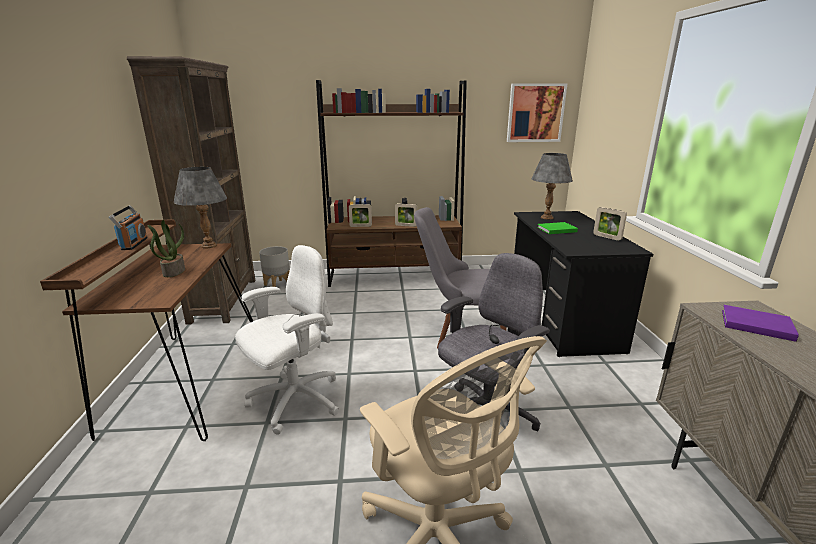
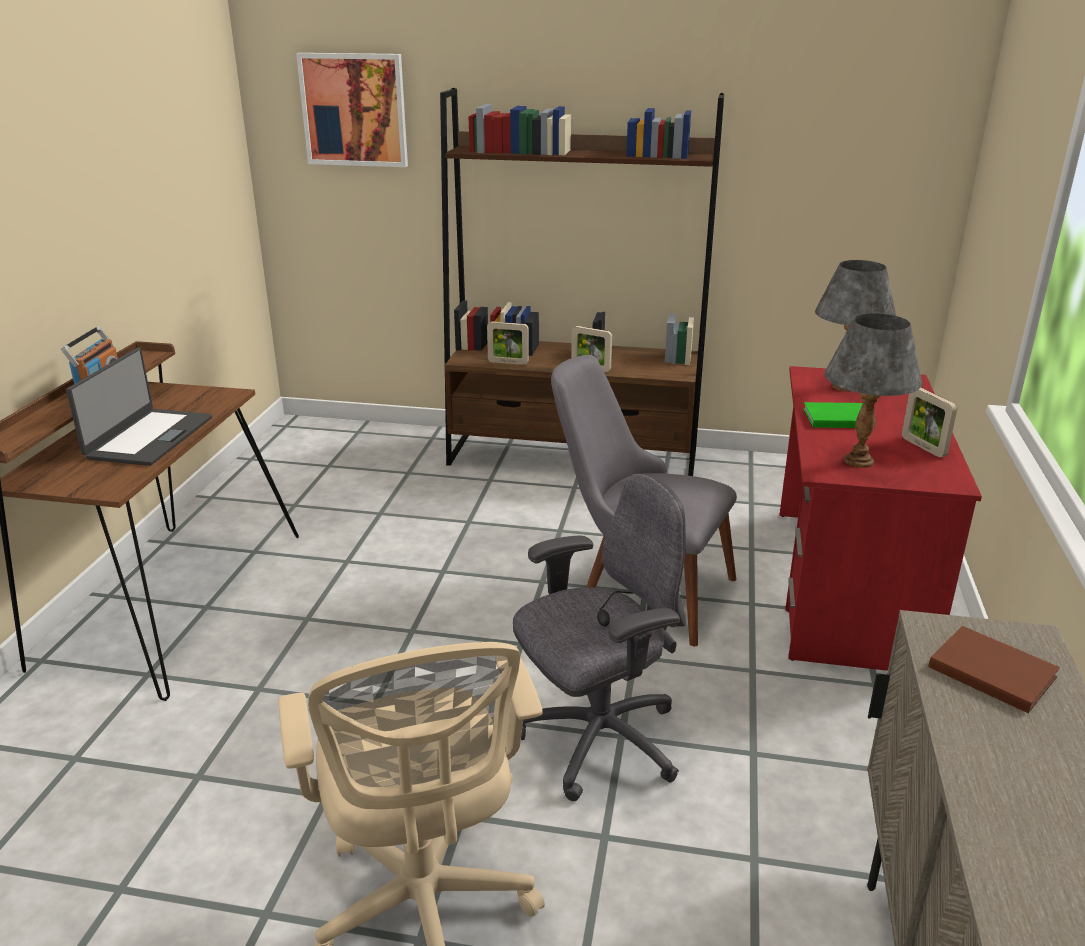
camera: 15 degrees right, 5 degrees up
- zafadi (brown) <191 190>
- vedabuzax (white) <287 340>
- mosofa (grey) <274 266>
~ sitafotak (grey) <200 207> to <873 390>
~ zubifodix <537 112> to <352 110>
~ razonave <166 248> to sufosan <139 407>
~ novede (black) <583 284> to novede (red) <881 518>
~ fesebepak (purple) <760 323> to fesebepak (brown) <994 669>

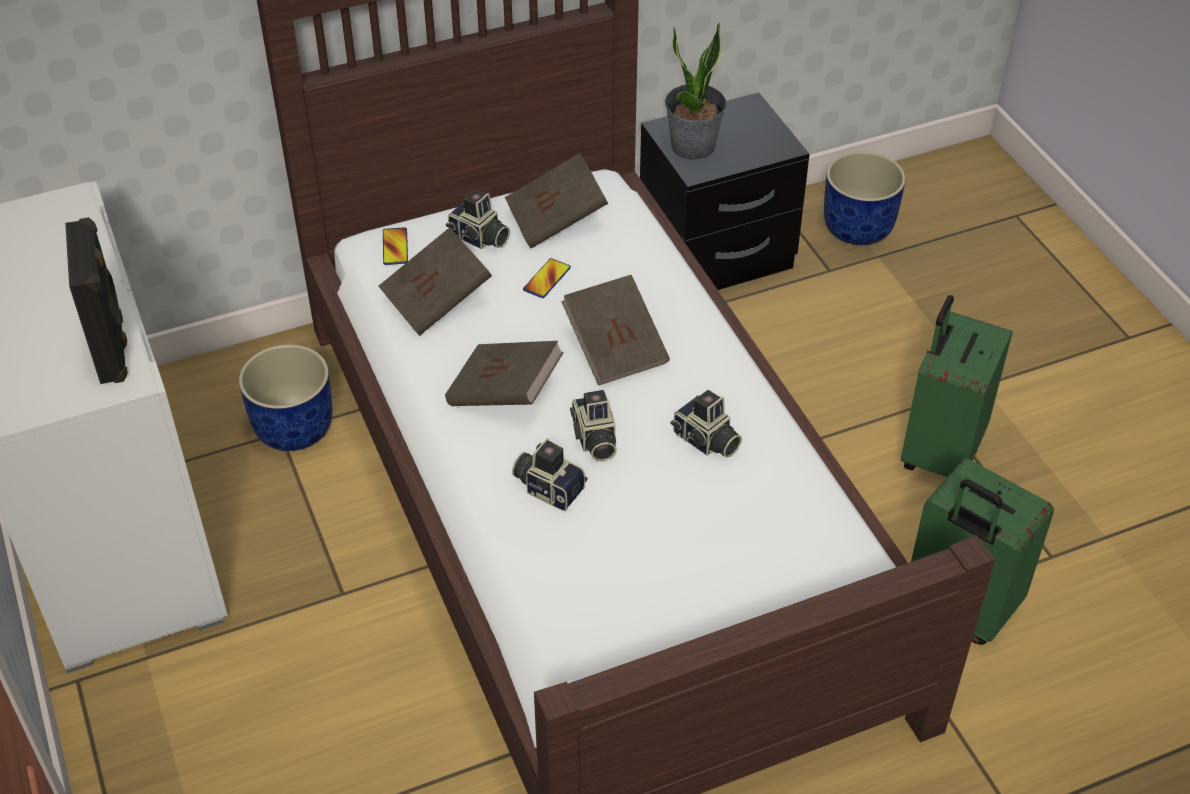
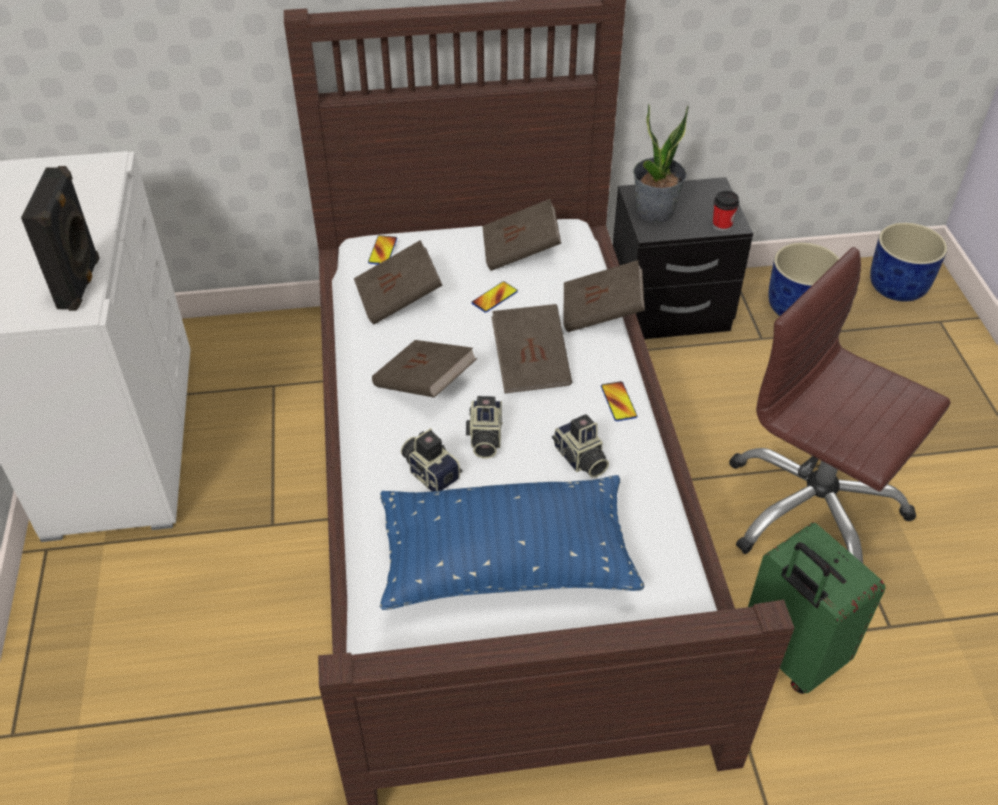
camera: 15 degrees right, 0 degrees up
- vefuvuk <478 219>
+ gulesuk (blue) <512 542>
+ fesebepak (brown) <604 296>
+ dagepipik <619 401>
+ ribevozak <726 211>
~ mosofa (blue) <285 397> to <908 262>
~ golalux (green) <956 386> to vedabuzax (brown) <839 405>

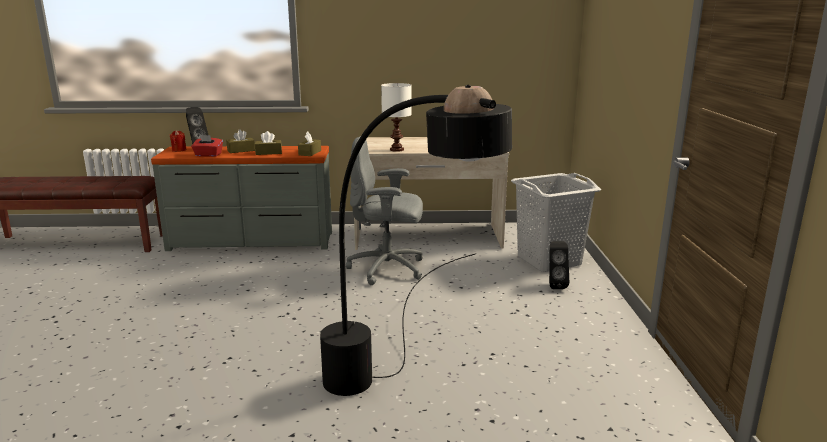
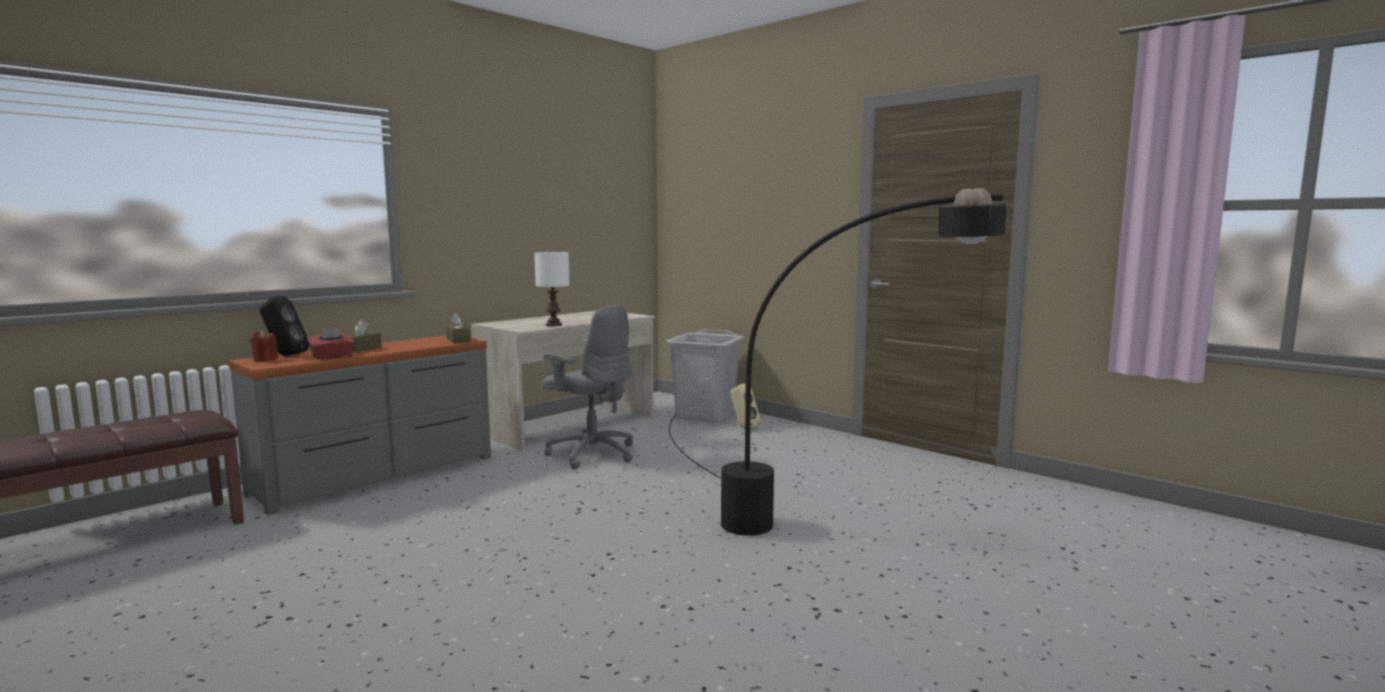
camera: 45 degrees left, 10 degrees down
- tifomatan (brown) <268 143>
~ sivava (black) <559 265> to sivava (beige) <745 406>
~ vedabuzax (grey) <384 210> = <587 386> 105 degrees counterclockwise

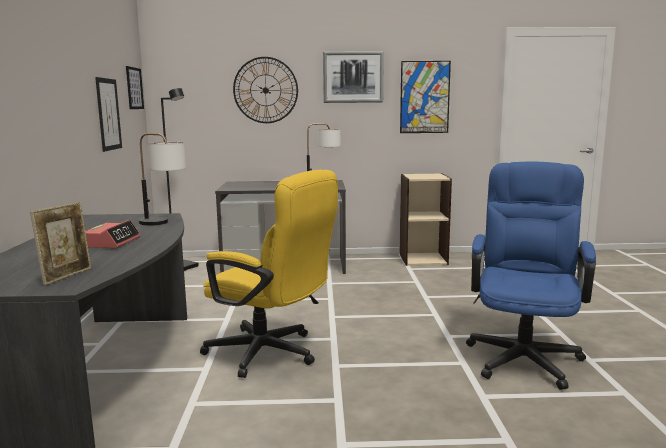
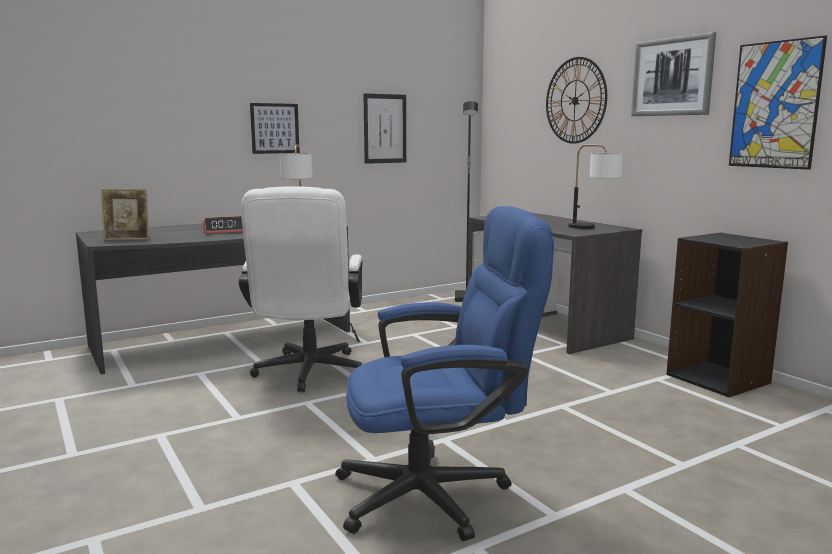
camera: 60 degrees right, 0 degrees up
~ zubifodix <135 87> to <274 128>
~ vedabuzax (yellow) <269 274> to vedabuzax (white) <300 289>
~ zafadi (beige) <426 219> to zafadi (black) <727 315>

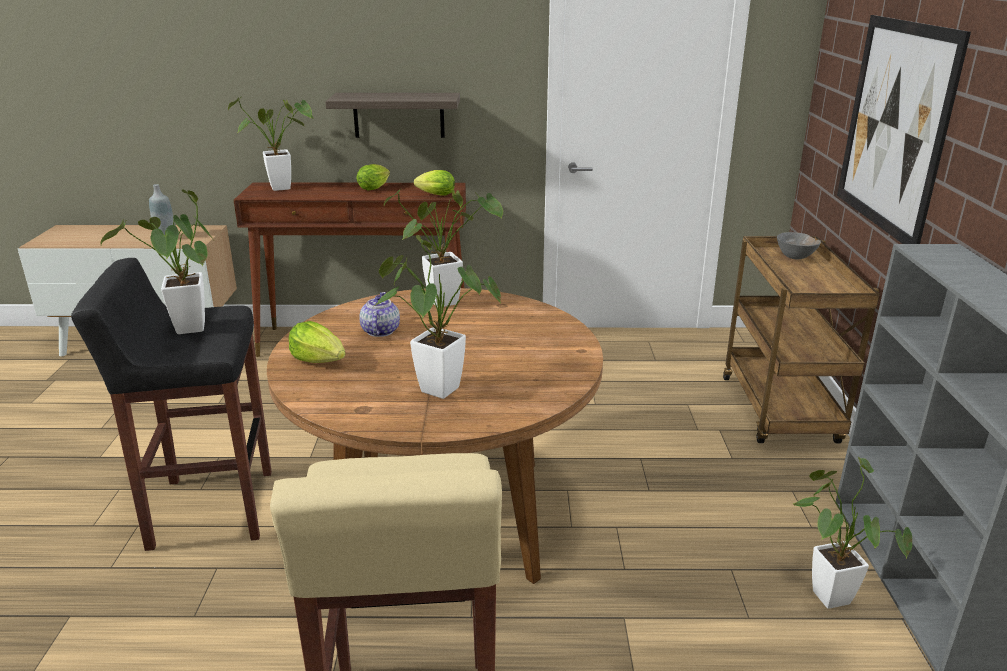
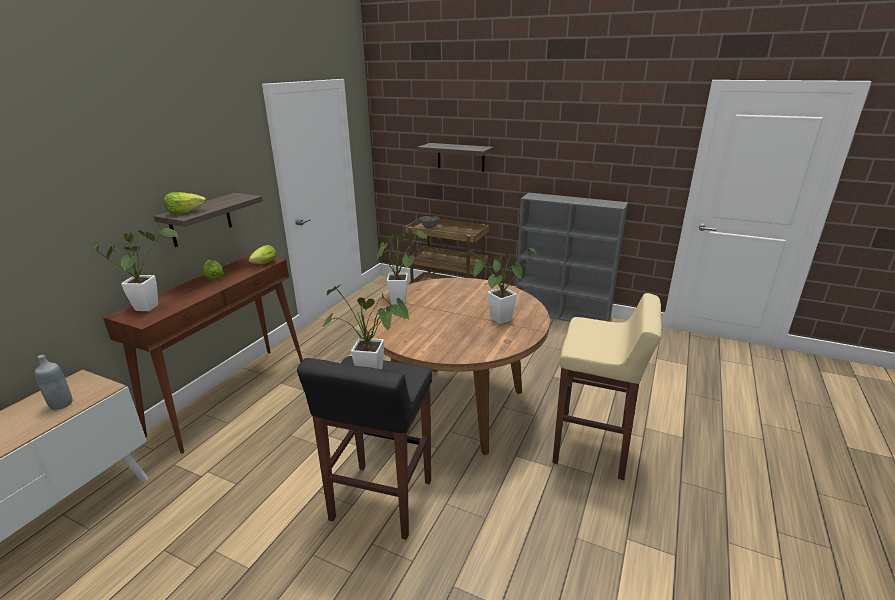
camera: 65 degrees left, 0 degrees up
- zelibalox <379 314>
- razonave <852 533>
~ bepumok <317 342> to <185 203>
~ zubifodix <904 129> to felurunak <455 157>

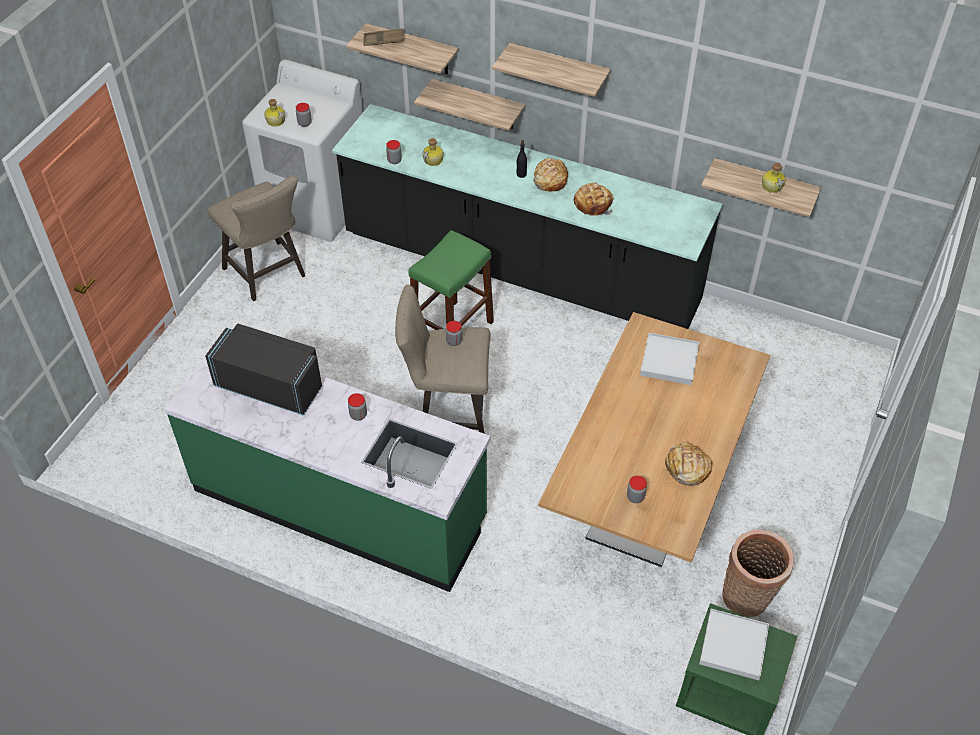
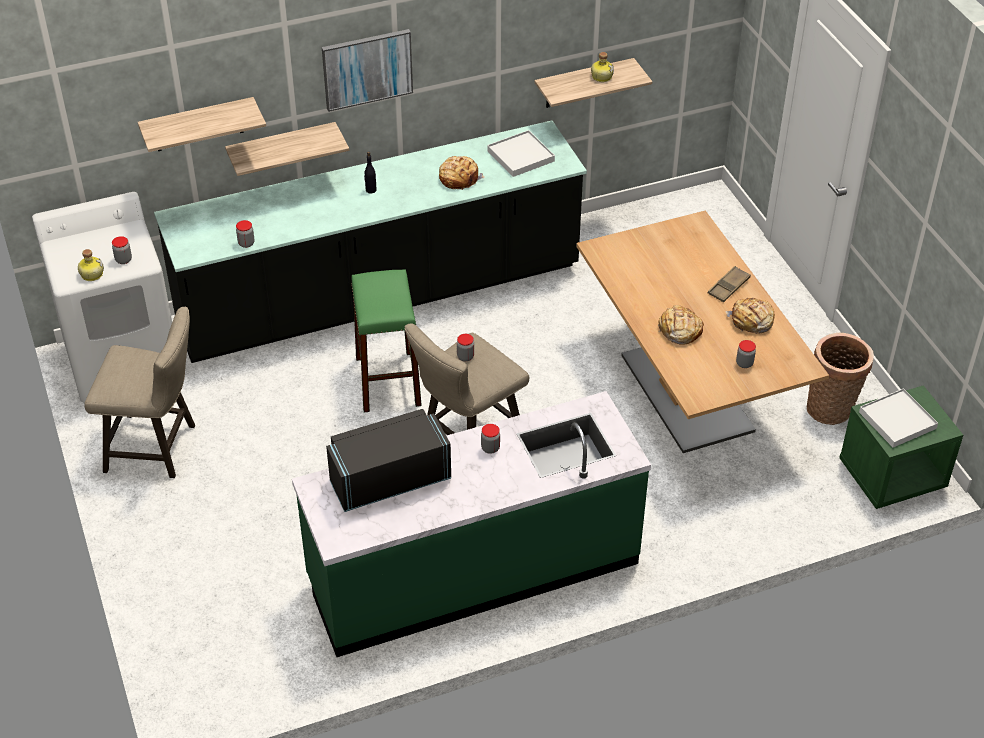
camera: 45 degrees left, 5 degrees down
- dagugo <433 152>
~ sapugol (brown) <384 37> to <729 284>
~ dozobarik <550 174> to <681 325>
~ sapugol (white) <669 359> to <521 153>
~ felurunak <551 70> to zubifodix <367 70>

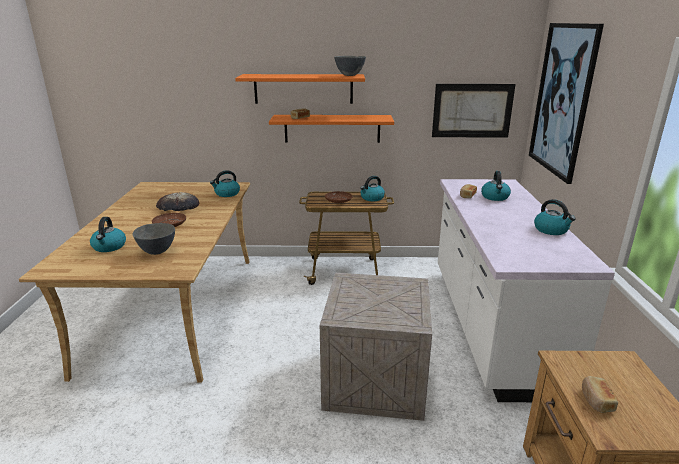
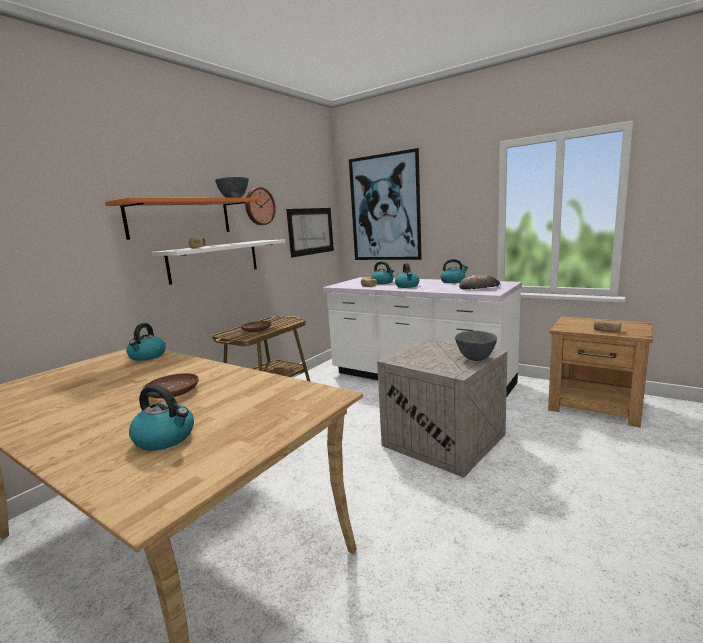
camera: 55 degrees left, 10 degrees down
+ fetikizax <260 206>
~ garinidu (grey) <154 239> to <476 346>
~ dozobarik <177 201> to <479 282>
~ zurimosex <372 188> to <407 275>
~ felurunak (orange) <331 129> to felurunak (white) <219 262>

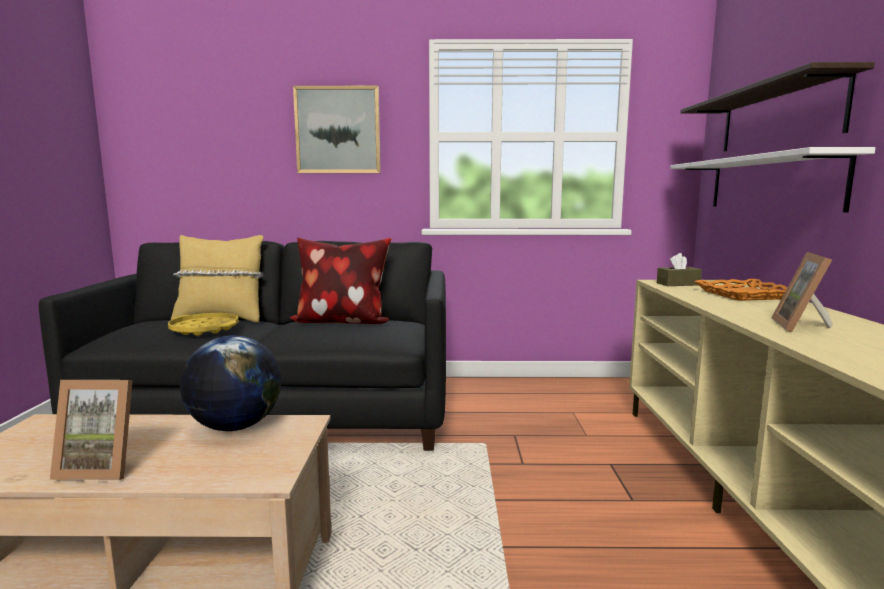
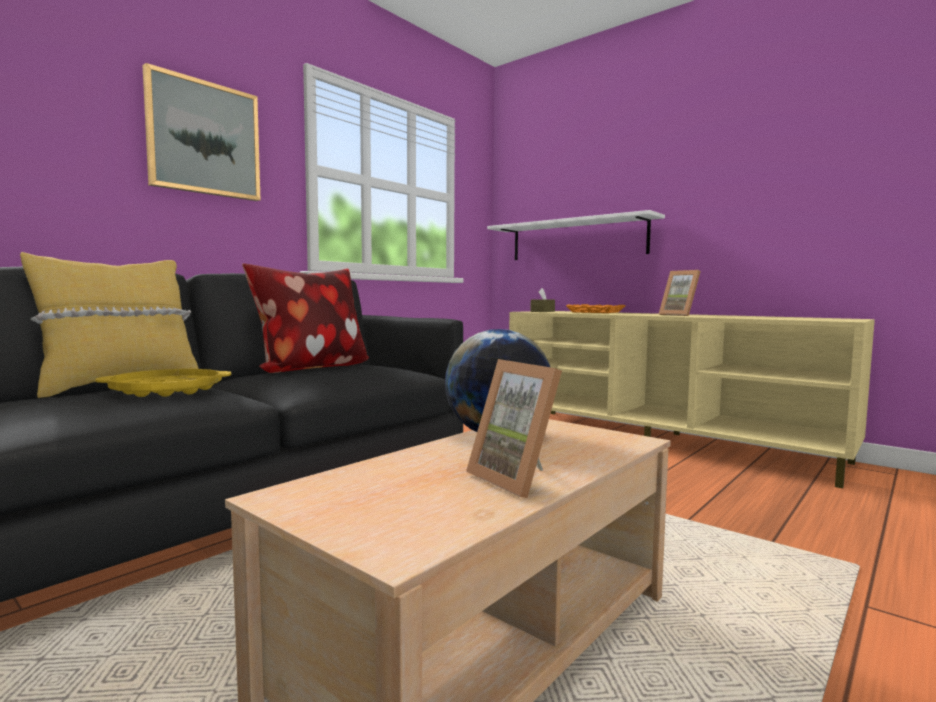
camera: 50 degrees left, 5 degrees down
- felurunak <777 106>
~ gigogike <91 430> = <514 428> 105 degrees clockwise

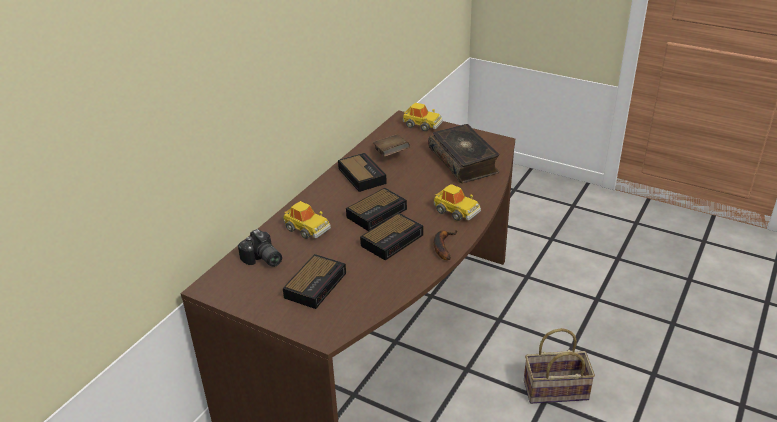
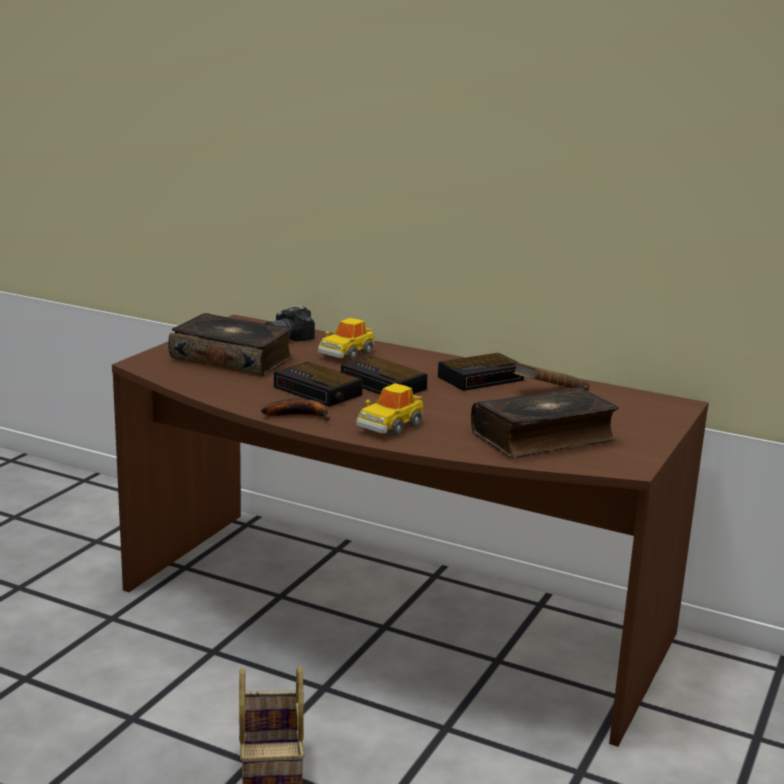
camera: 85 degrees right, 15 degrees down
- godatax <423 117>
~ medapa <314 281> to fesebepak <230 344>

